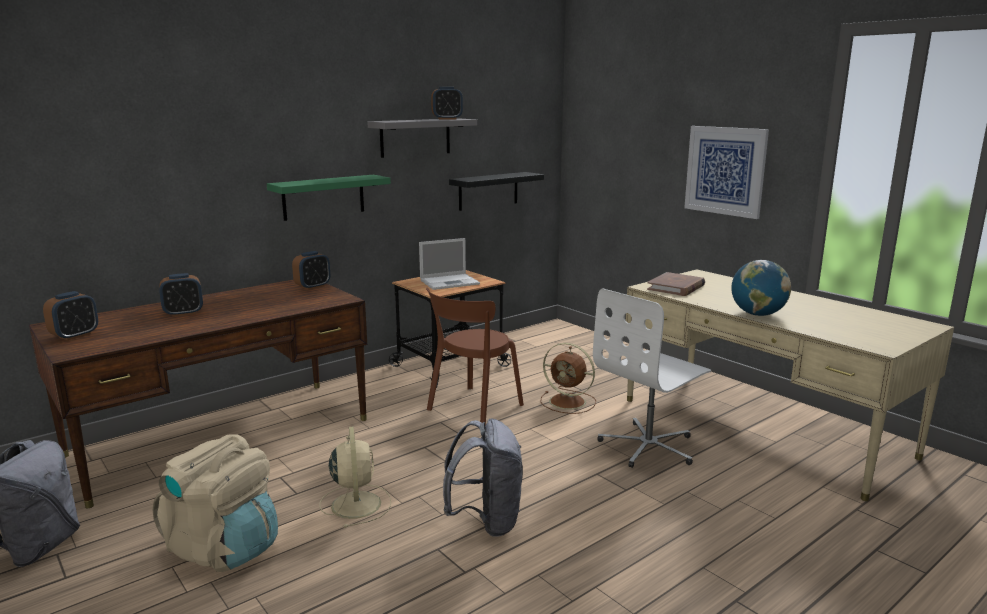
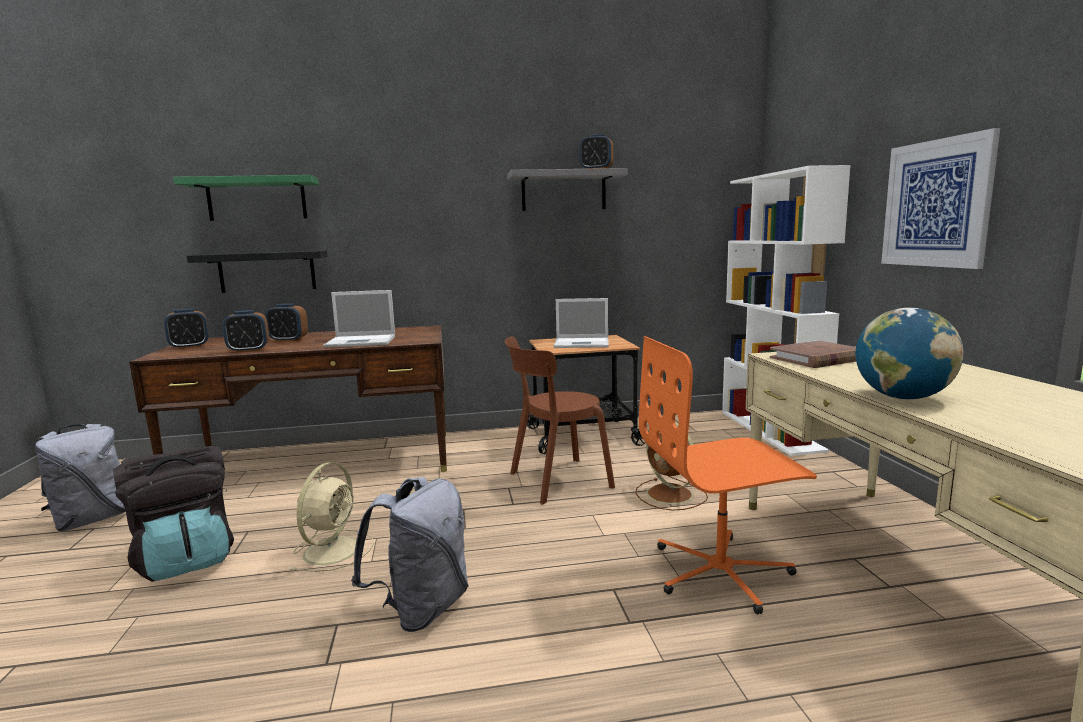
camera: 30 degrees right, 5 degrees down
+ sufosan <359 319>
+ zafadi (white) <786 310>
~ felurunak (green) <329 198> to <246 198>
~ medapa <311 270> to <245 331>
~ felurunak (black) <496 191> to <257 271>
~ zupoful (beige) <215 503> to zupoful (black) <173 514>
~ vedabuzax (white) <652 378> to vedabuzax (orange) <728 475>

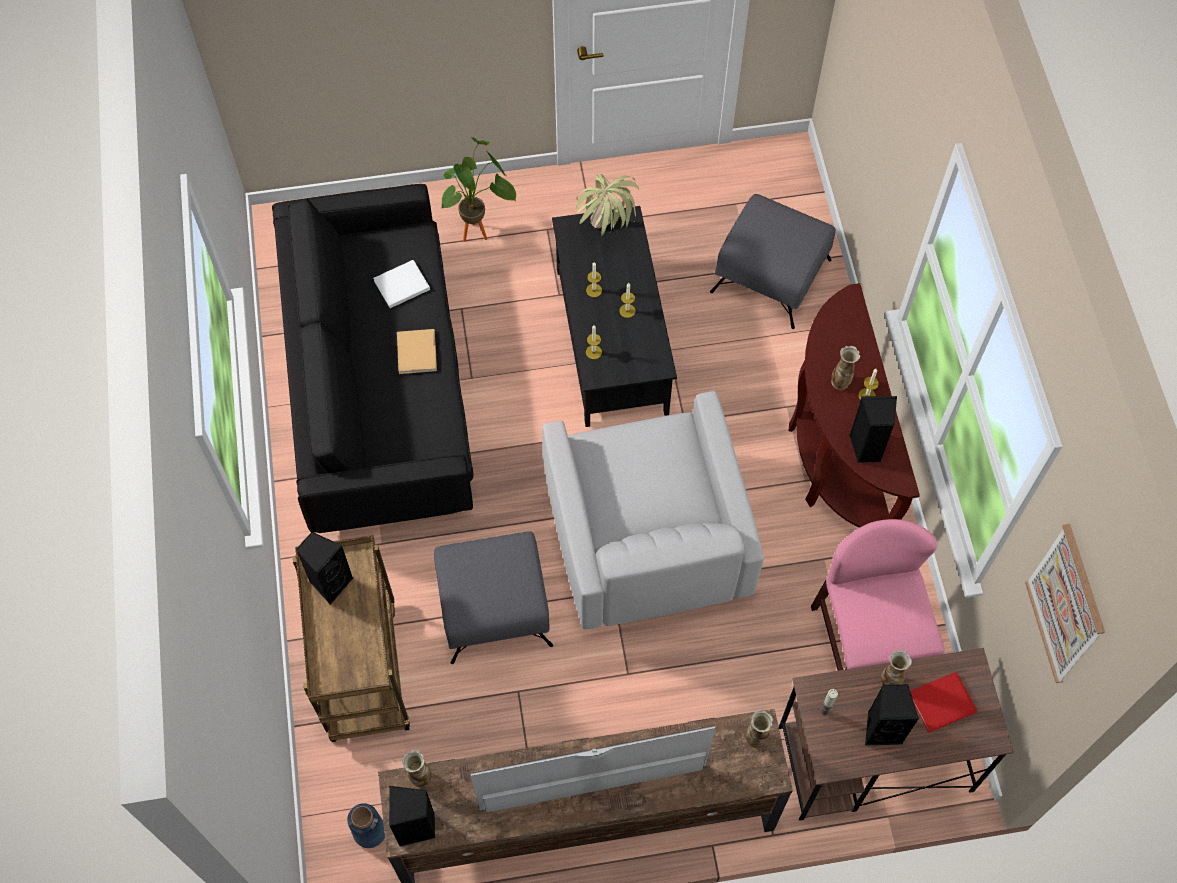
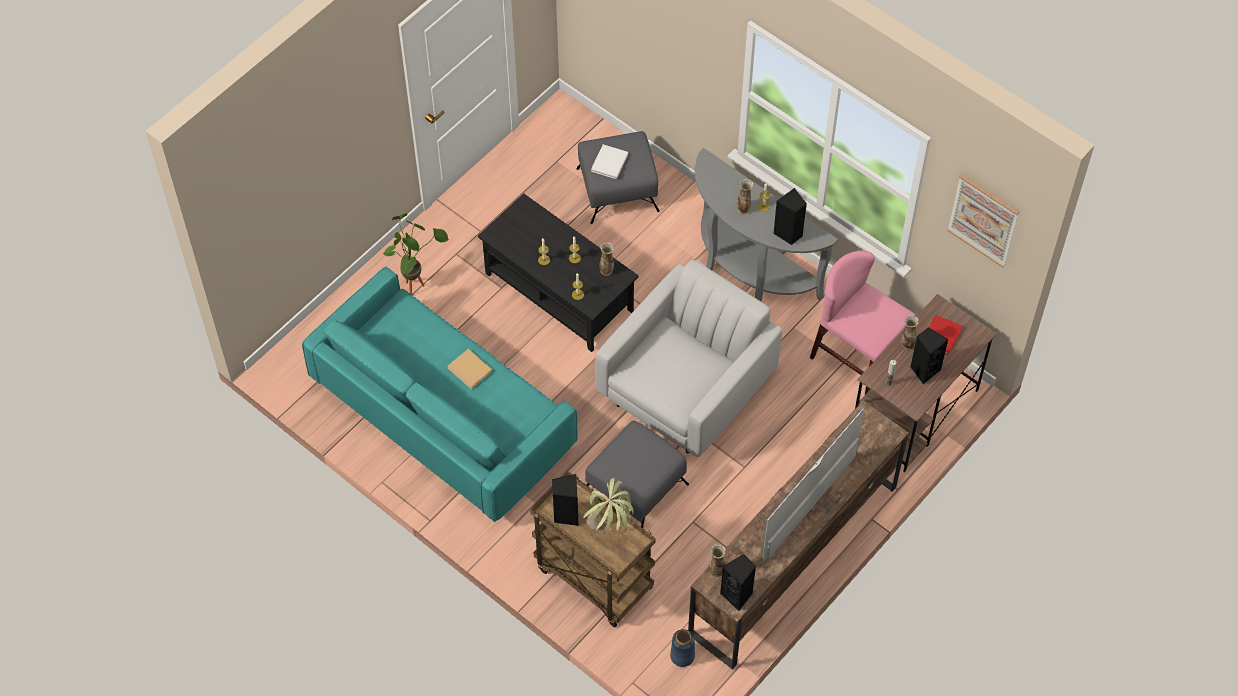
camera: 40 degrees left, 5 degrees down
~ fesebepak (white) <401 284> to <609 161>
~ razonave <607 205> to <608 506>
~ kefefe <759 729> to <606 259>
~ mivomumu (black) <372 358> to mivomumu (turquoise) <440 394>
~ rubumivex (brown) <854 405> to rubumivex (grey) <766 225>
~ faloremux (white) <653 510> = <688 358> 90 degrees counterclockwise

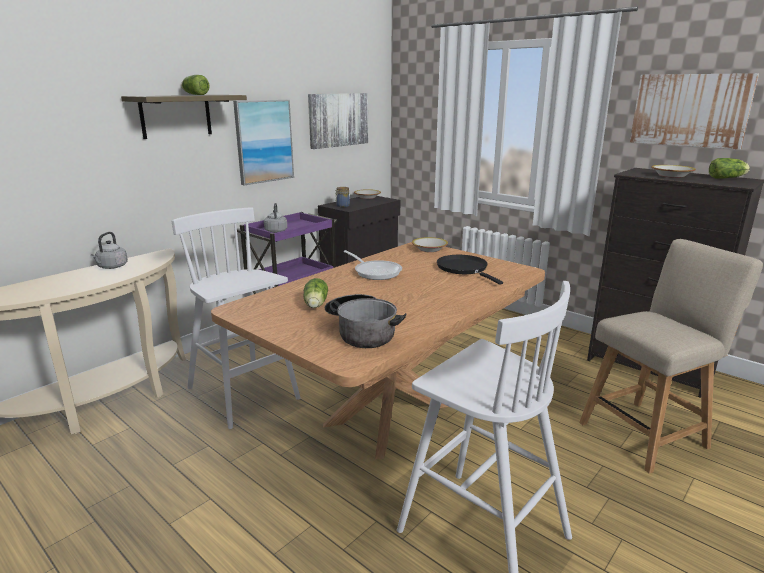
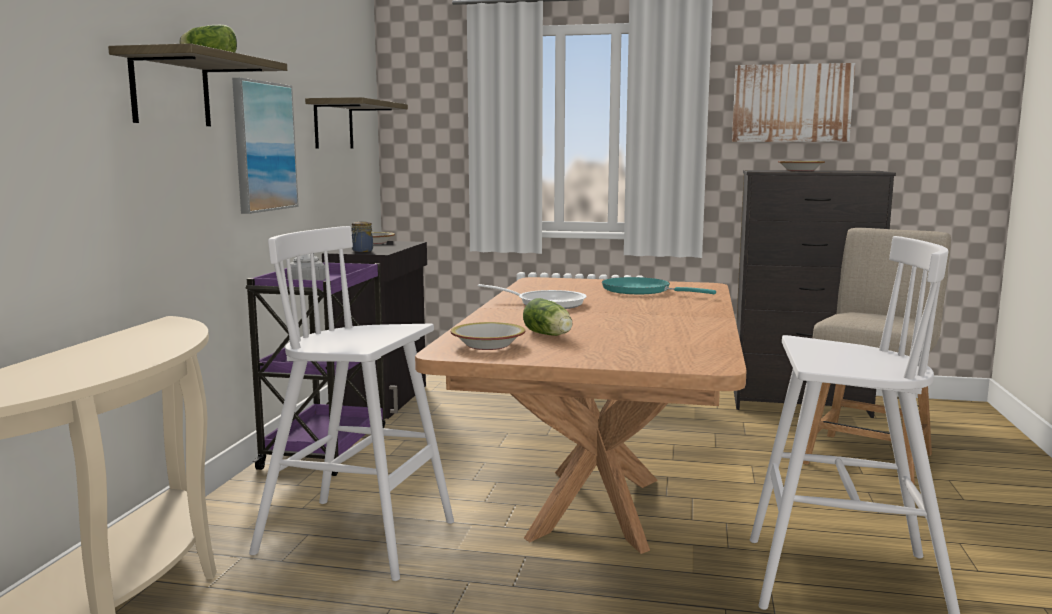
camera: 30 degrees left, 10 degrees down
- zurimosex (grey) <109 250>
- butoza <366 321>
- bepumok <729 168>
~ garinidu <430 244> to <487 336>
~ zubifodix <338 121> to felurunak <356 123>
~ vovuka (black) <470 270> to vovuka (turquoise) <659 285>

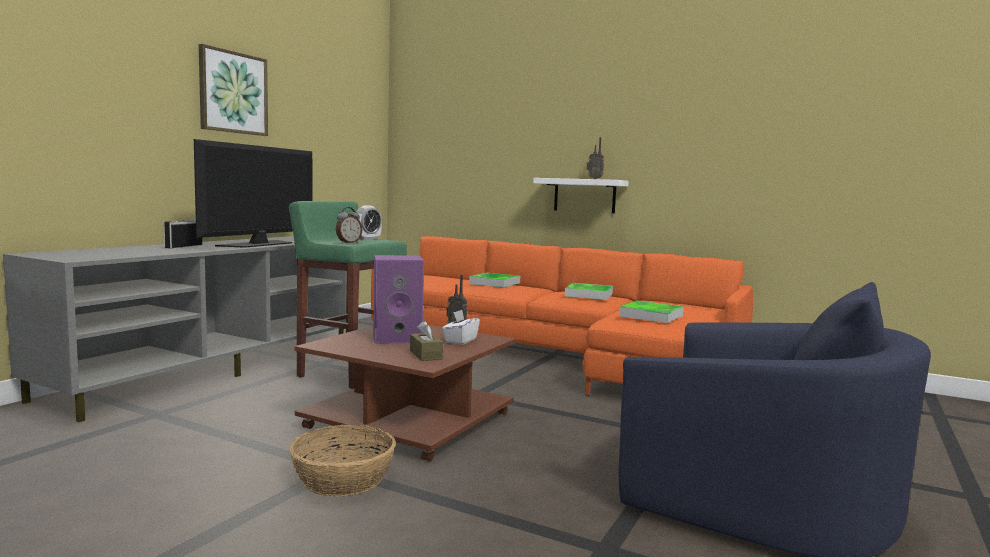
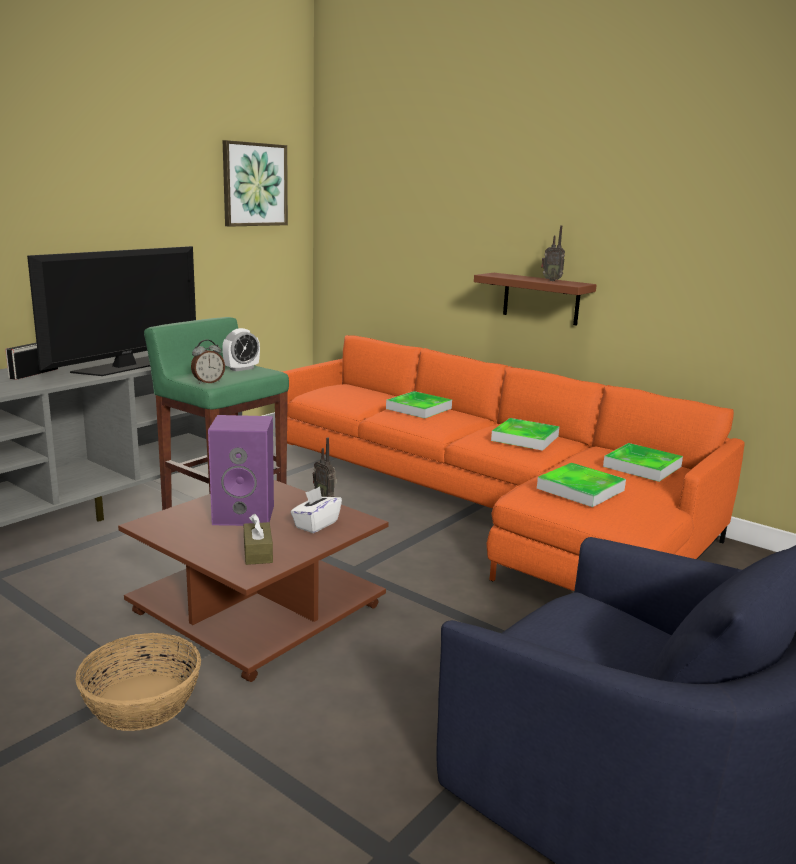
camera: 10 degrees right, 10 degrees up
+ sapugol <643 462>
~ zubifodix <233 90> to <255 183>
~ felurunak (white) <581 195> to felurunak (brown) <535 299>

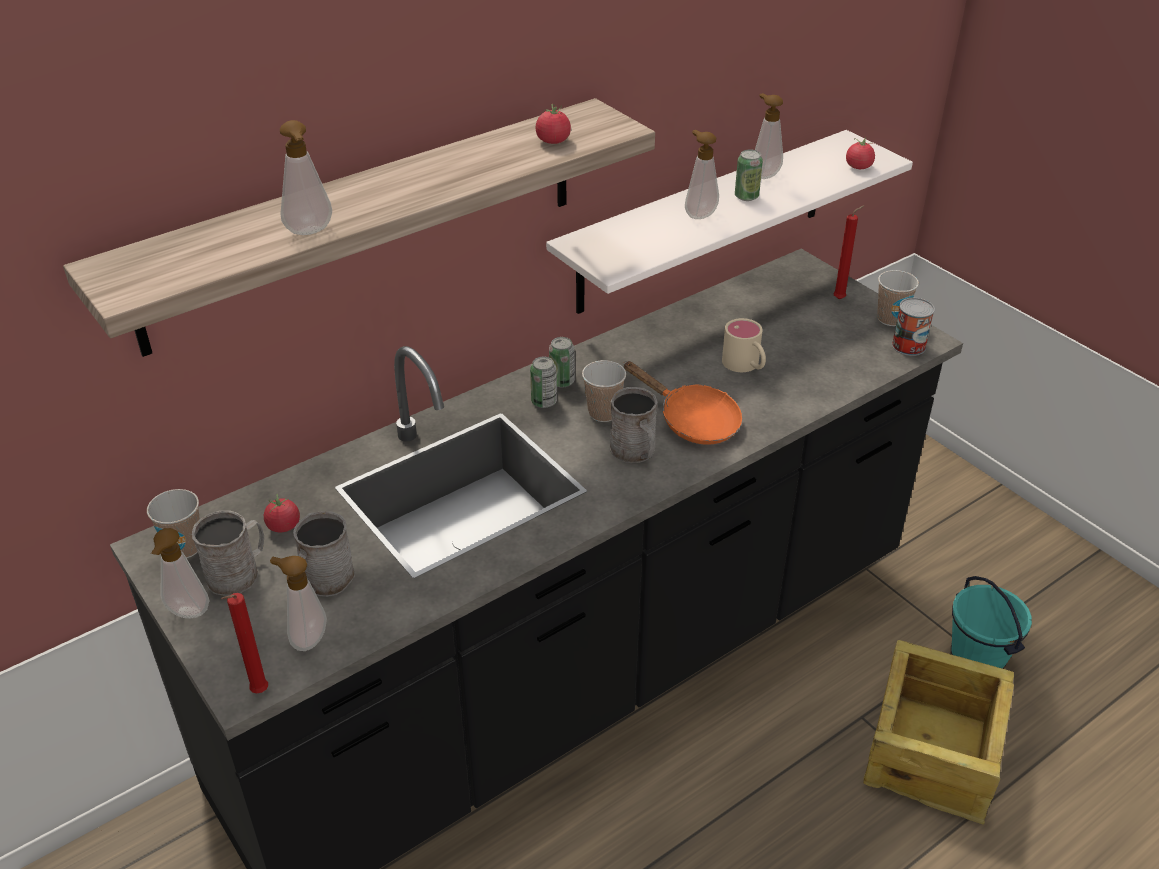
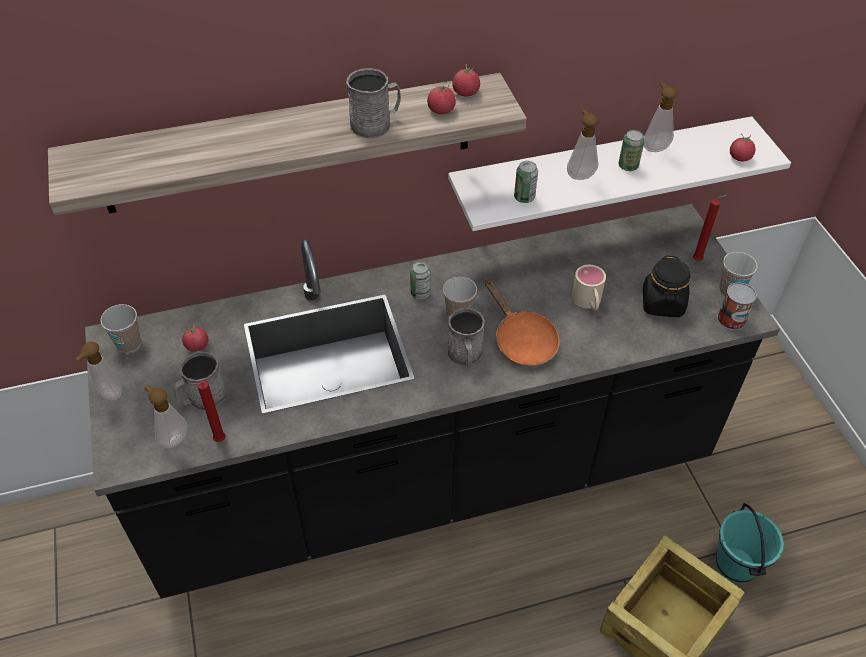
camera: 20 degrees right, 10 degrees up
- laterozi <306 177>
+ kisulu <466 80>
+ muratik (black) <667 286>
~ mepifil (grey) <228 553> to <373 103>
~ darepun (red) <244 643> to <208 411>
~ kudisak <562 362> to <526 182>

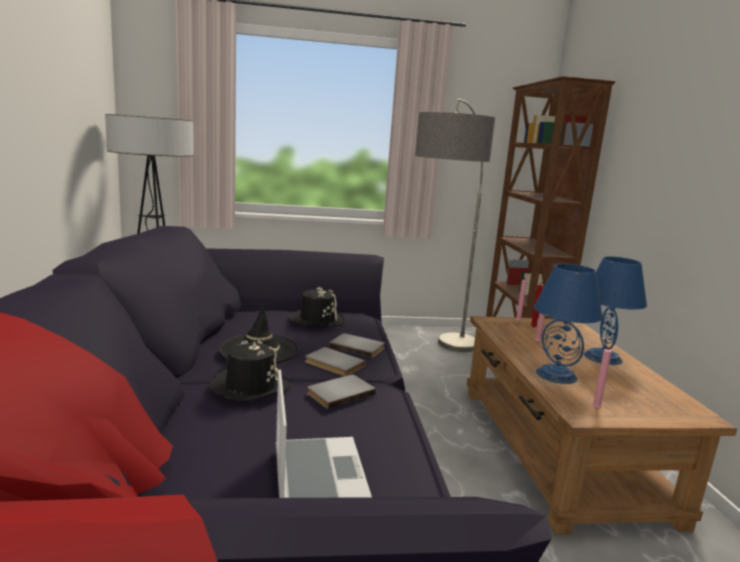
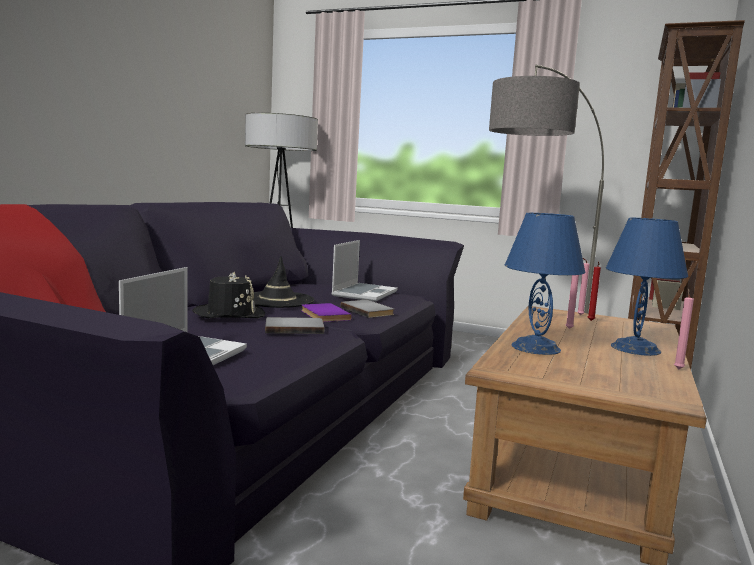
camera: 30 degrees right, 5 degrees down
~ darepun (pink) <602 375> to <684 329>
~ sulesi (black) <317 306> to sufosan <364 271>
~ fesebepak (grey) <335 361> to fesebepak (purple) <326 312>

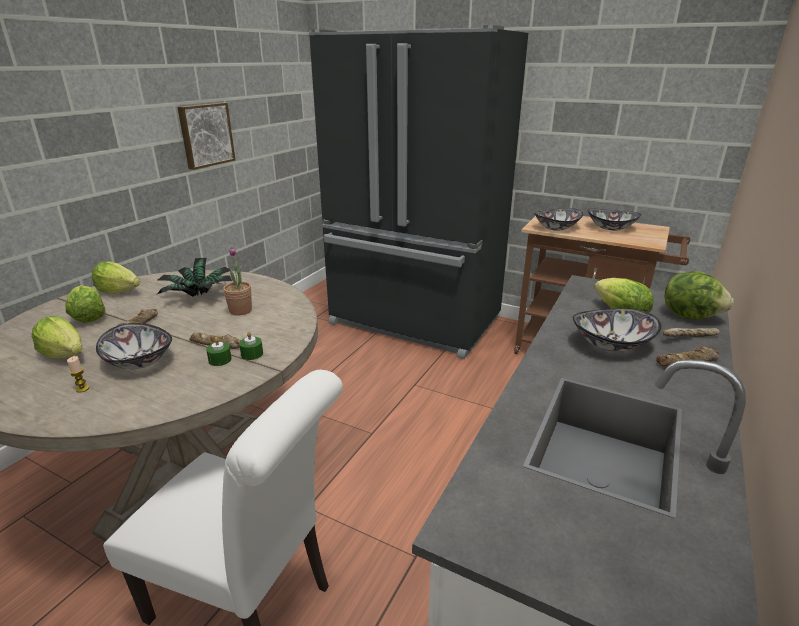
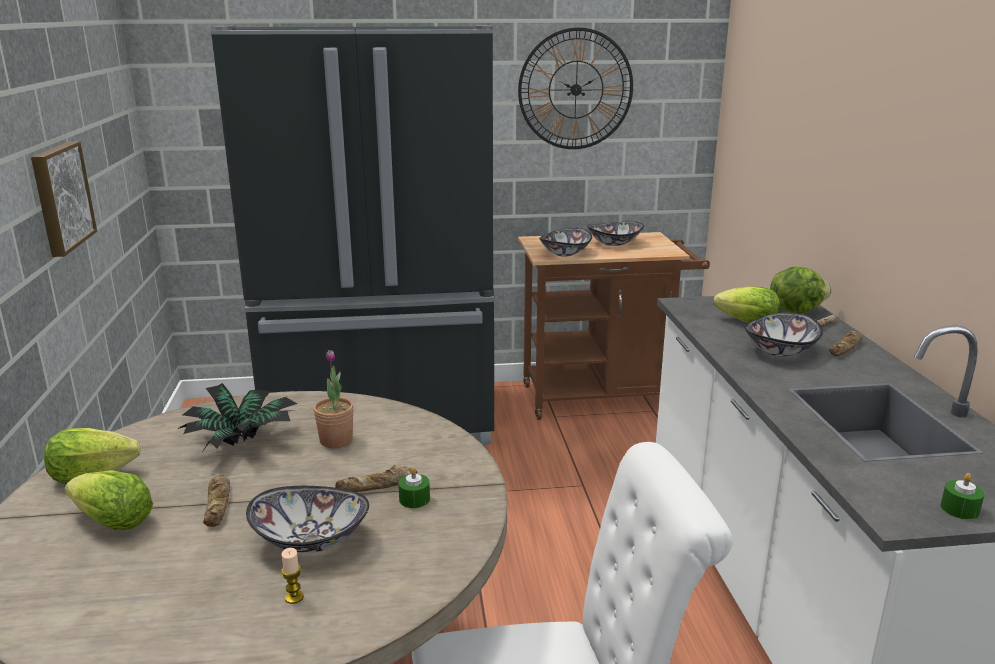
camera: 35 degrees left, 5 degrees down
- bepumok <57 337>
+ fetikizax <575 88>
~ darepun (green) <251 346> to <963 496>

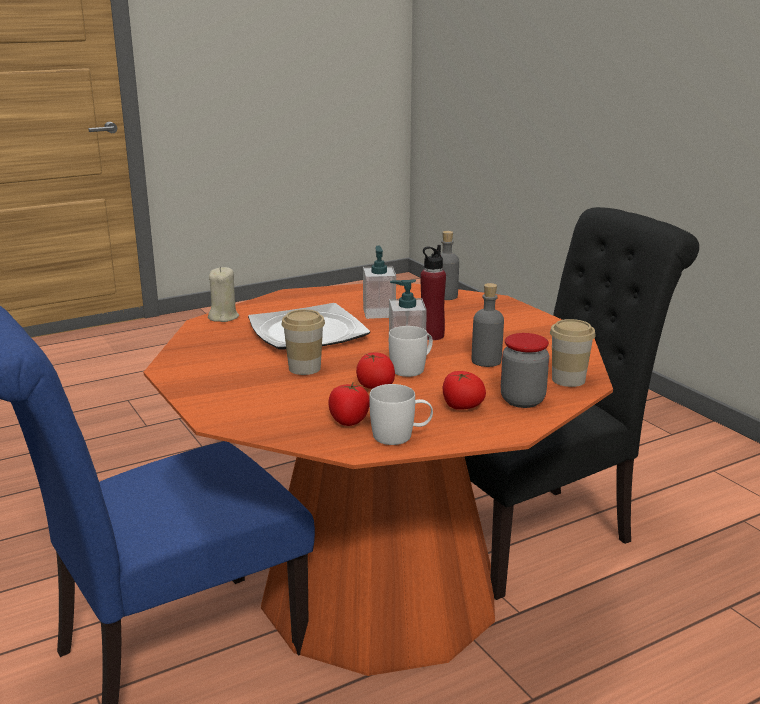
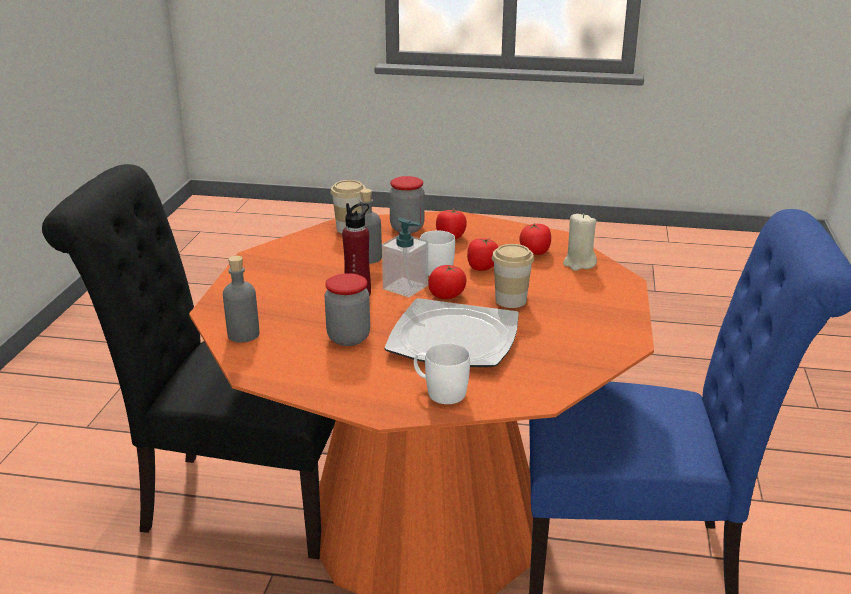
camera: 140 degrees left, 5 degrees up
+ kisulu <447 282>
~ darepun (beige) <223 294> to <580 242>
~ mepifil (white) <401 414> to <442 373>
~ laterozi <379 282> to muratik <347 309>

